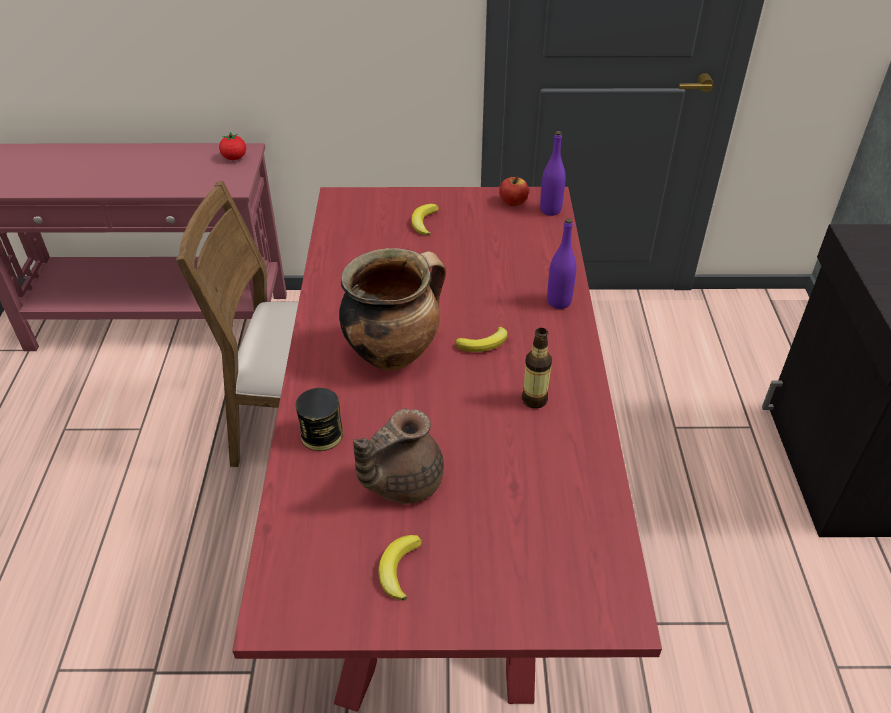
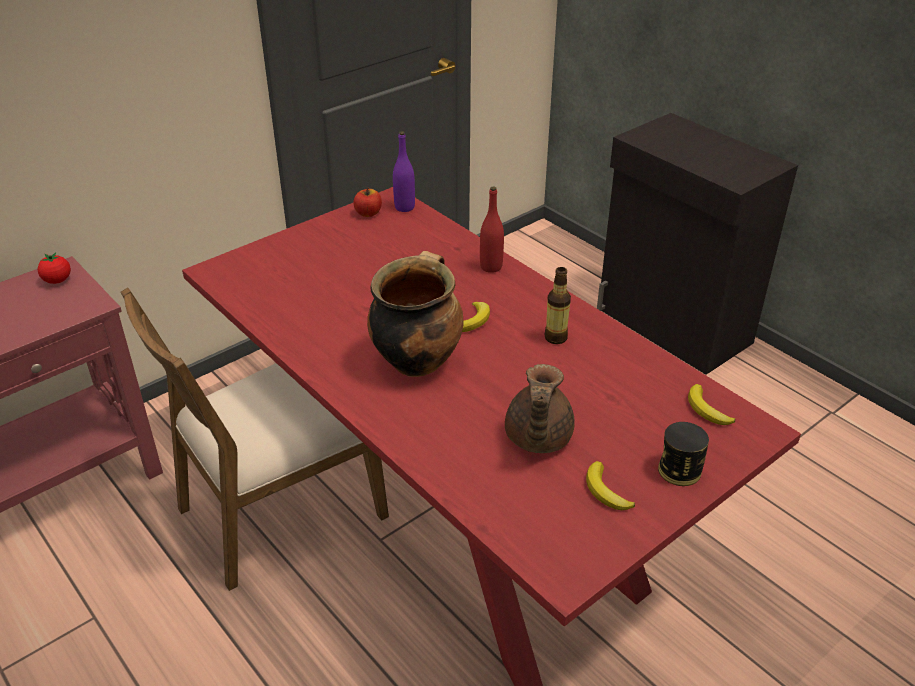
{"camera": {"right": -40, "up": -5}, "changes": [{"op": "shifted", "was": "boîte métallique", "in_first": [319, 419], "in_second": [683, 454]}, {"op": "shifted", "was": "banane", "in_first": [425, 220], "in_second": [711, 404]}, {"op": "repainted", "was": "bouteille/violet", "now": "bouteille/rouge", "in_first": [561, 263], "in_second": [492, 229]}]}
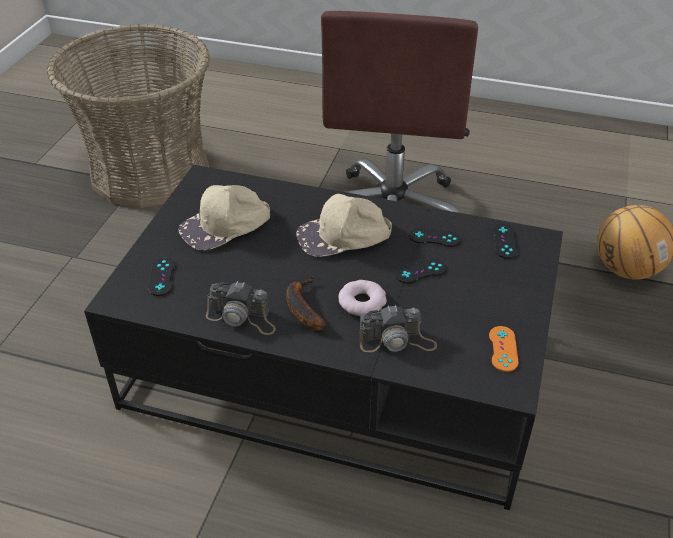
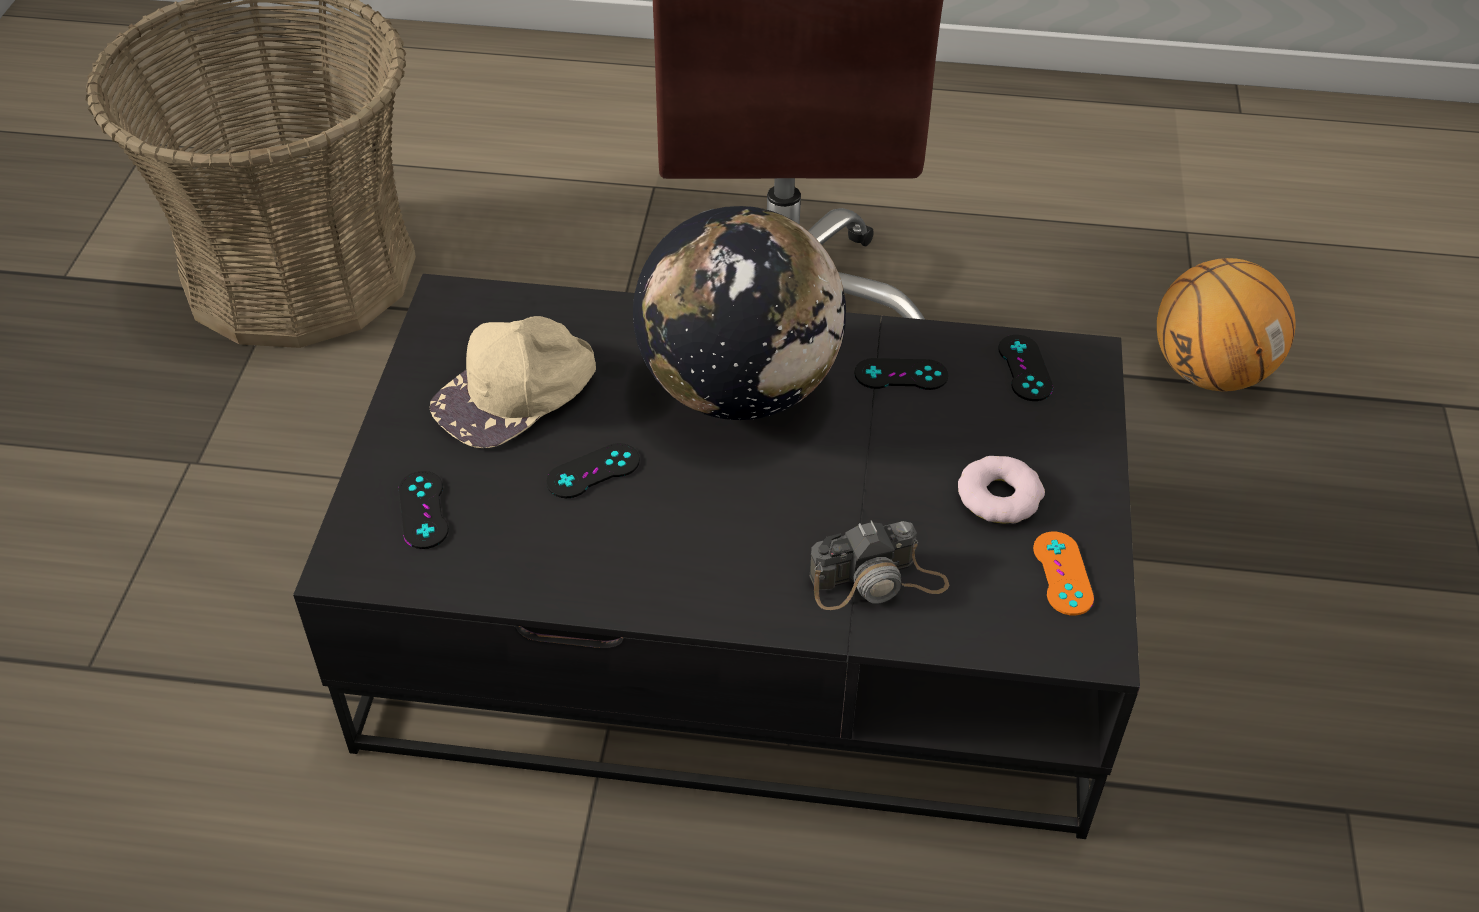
{"camera": {"right": -10, "up": 5}, "changes": [{"op": "gone", "was": "appareil photo", "in_first": [241, 308]}, {"op": "gone", "was": "banane", "in_first": [306, 303]}, {"op": "swapped", "was": "casquette/beige", "now": "globe", "in_first": [344, 225], "in_second": [739, 313]}, {"op": "shifted", "was": "beignet", "in_first": [362, 298], "in_second": [1001, 490]}, {"op": "shifted", "was": "manette/noir", "in_first": [421, 271], "in_second": [593, 470]}]}
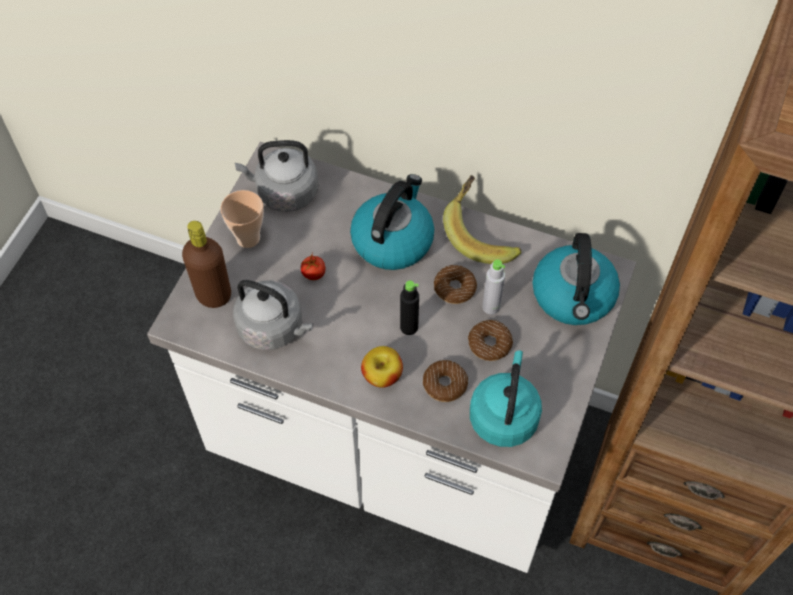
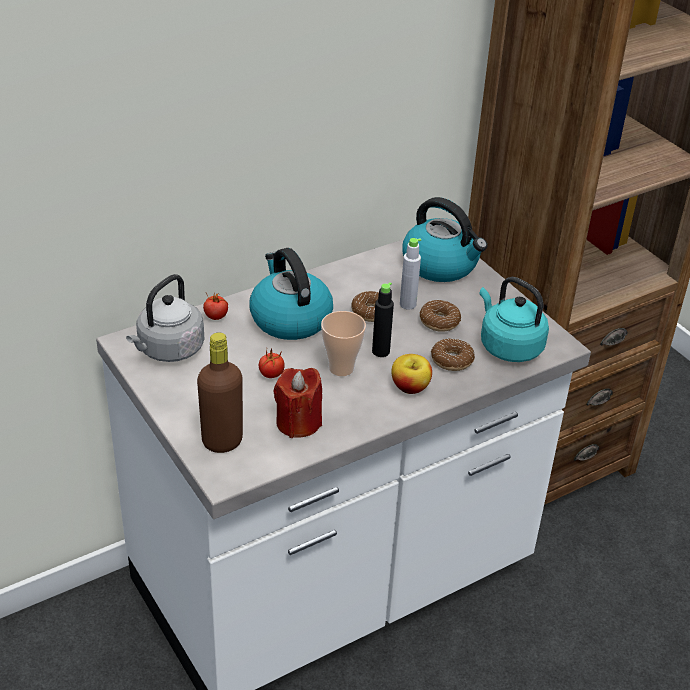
{"camera": {"right": -55, "up": -20}, "changes": [{"op": "shifted", "was": "tasse", "in_first": [242, 219], "in_second": [343, 343]}, {"op": "swapped", "was": "bouilloire/gris", "now": "bougie/rouge", "in_first": [273, 315], "in_second": [297, 403]}, {"op": "gone", "was": "banane", "in_first": [482, 219]}, {"op": "new", "now": "tomate", "in_second": [215, 306]}]}
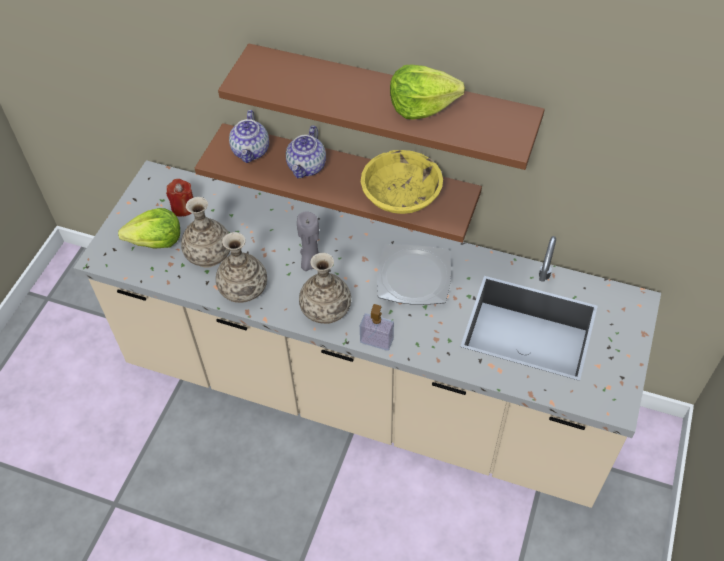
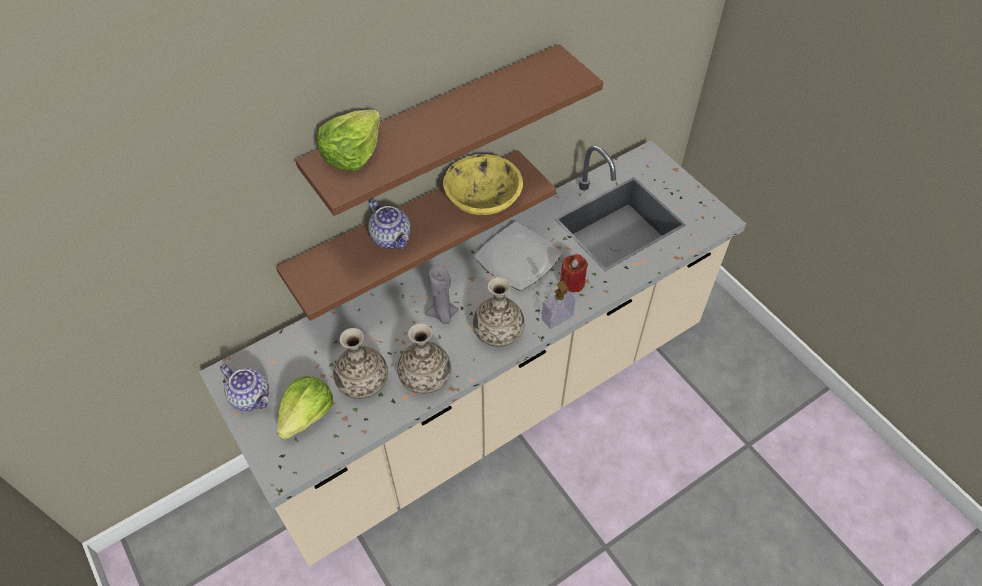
{"camera": {"right": -55, "up": 0}, "changes": [{"op": "shifted", "was": "bougie/rouge", "in_first": [179, 198], "in_second": [574, 273]}, {"op": "shifted", "was": "théière", "in_first": [249, 136], "in_second": [244, 387]}, {"op": "shifted", "was": "laitue", "in_first": [427, 92], "in_second": [349, 140]}]}
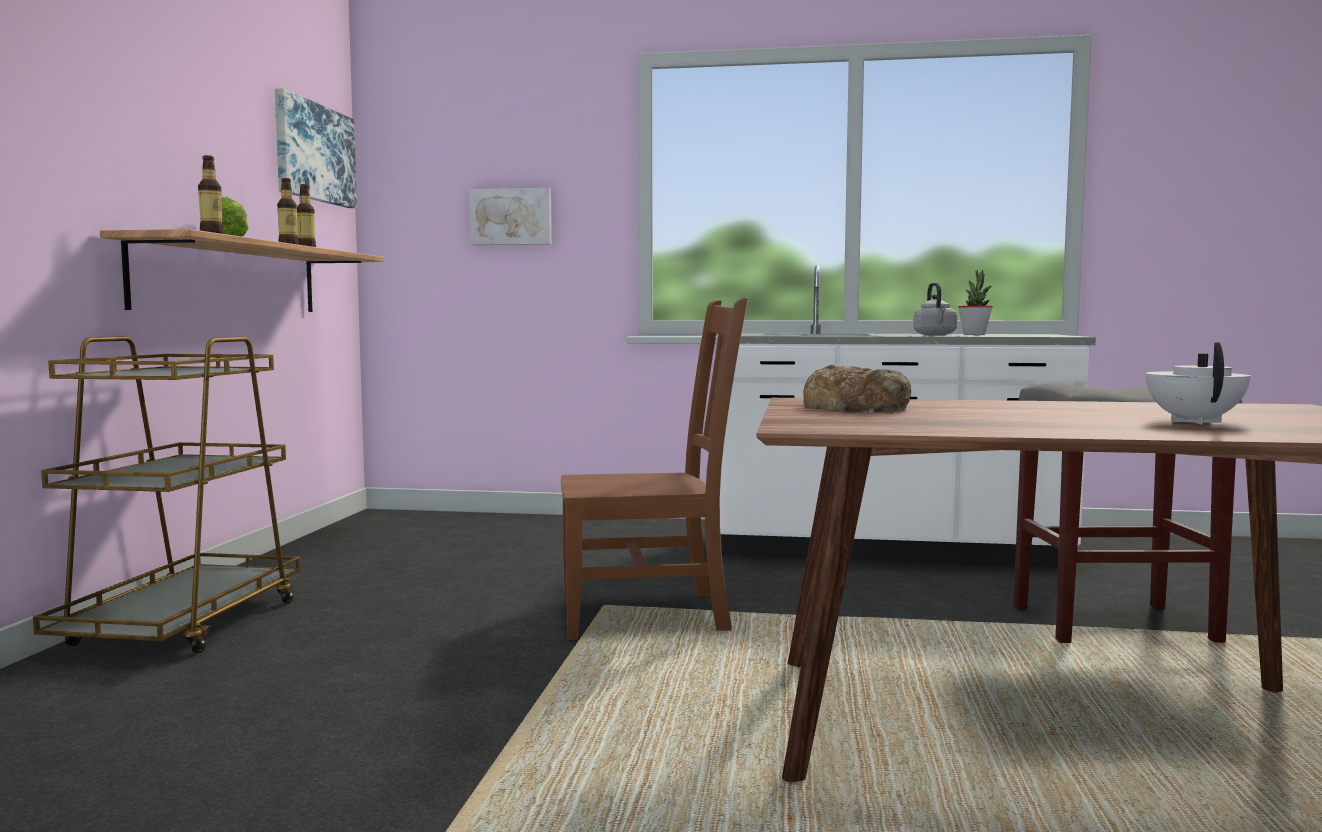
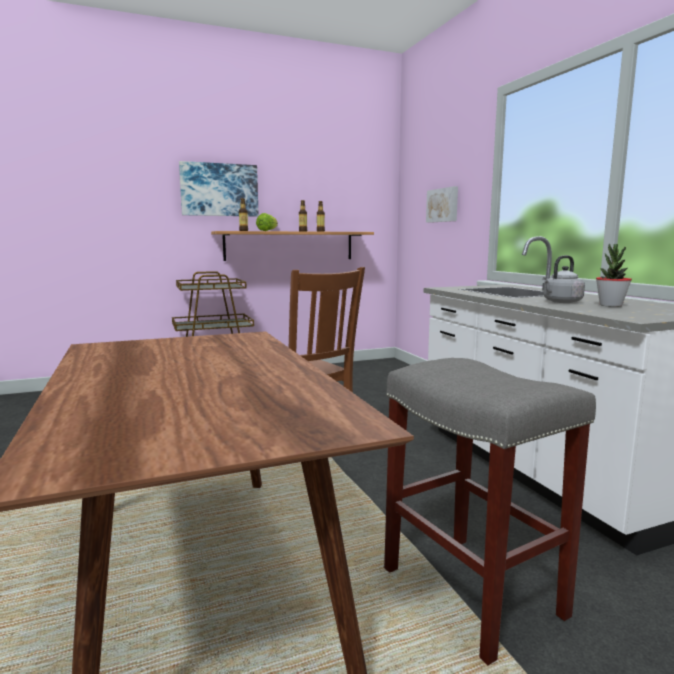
{"camera": {"right": 60, "up": 5}, "changes": [{"op": "shifted", "was": "tableau", "in_first": [316, 148], "in_second": [219, 189]}, {"op": "gone", "was": "pain", "in_first": [857, 389]}, {"op": "gone", "was": "théière/blanc", "in_first": [1198, 383]}]}
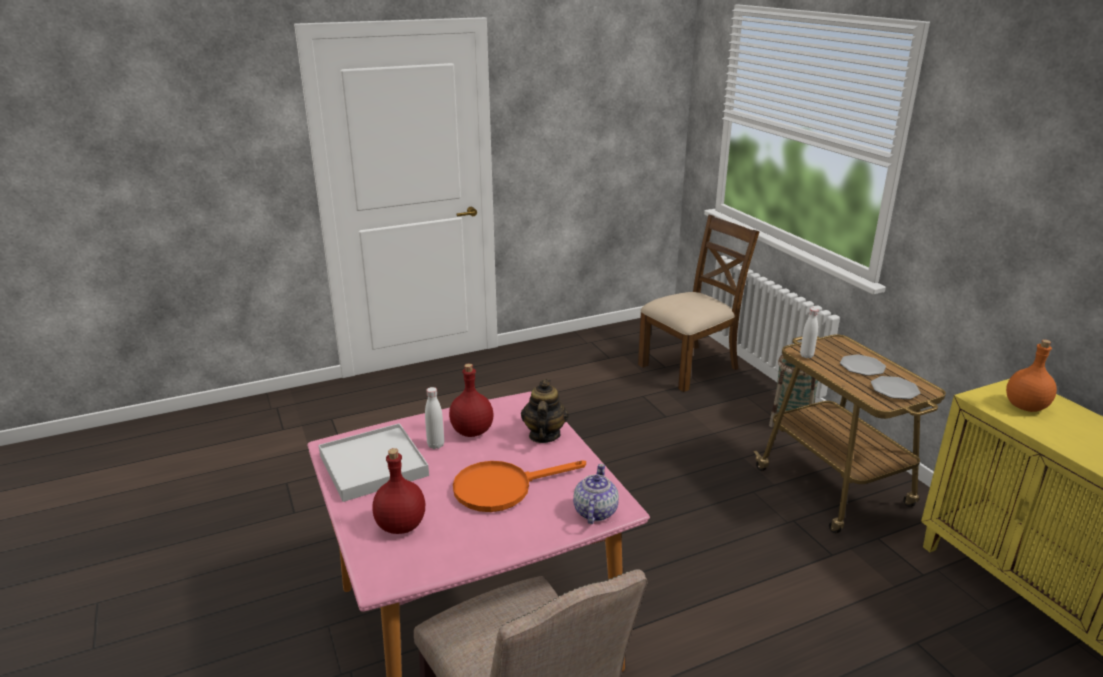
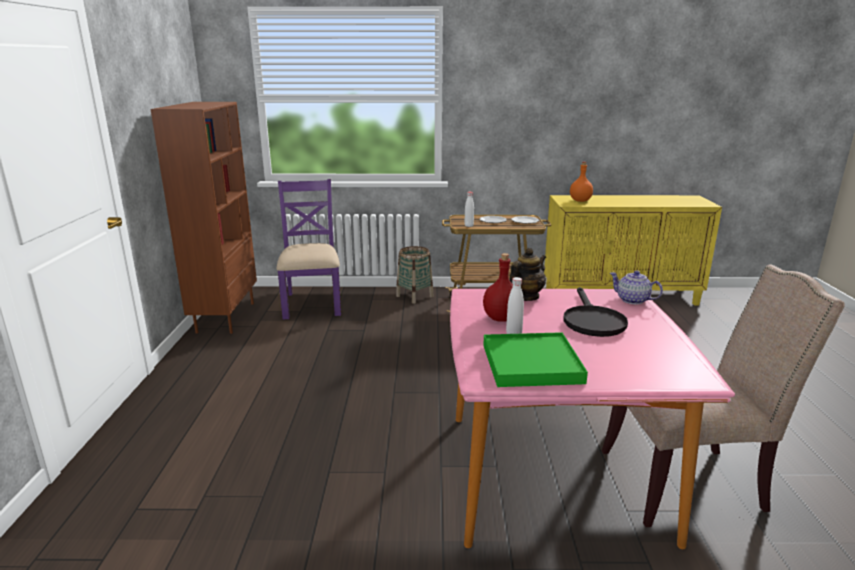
{"camera": {"right": -65, "up": -5}, "changes": [{"op": "repainted", "was": "plateau/blanc", "now": "plateau/vert", "in_first": [374, 462], "in_second": [535, 359]}, {"op": "gone", "was": "bouteille/rouge", "in_first": [398, 491]}, {"op": "repainted", "was": "poêle/orange", "now": "poêle/noir", "in_first": [519, 486], "in_second": [596, 312]}, {"op": "rotated", "was": "théière", "in_first": [545, 411], "in_second": [528, 274], "clockwise": 105}, {"op": "repainted", "was": "chaise/marron", "now": "chaise/violet", "in_first": [698, 303], "in_second": [308, 249]}, {"op": "new", "now": "bibliothèque/marron", "in_second": [203, 218]}]}
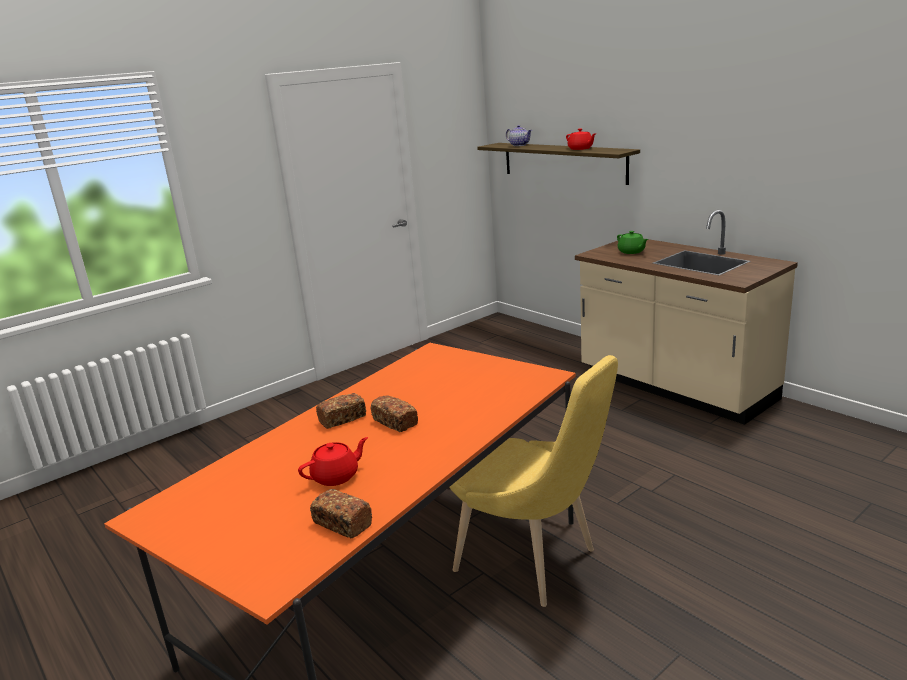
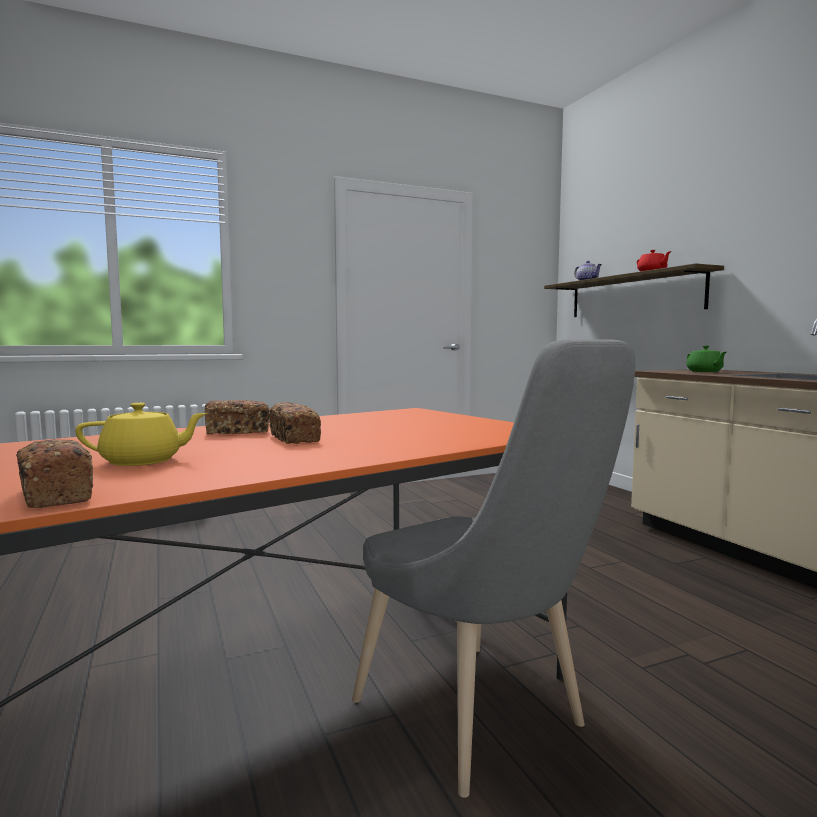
{"camera": {"right": 15, "up": -15}, "changes": [{"op": "repainted", "was": "théière/rouge", "now": "théière/jaune", "in_first": [333, 461], "in_second": [141, 434]}, {"op": "repainted", "was": "chaise/jaune", "now": "chaise/gris", "in_first": [534, 481], "in_second": [494, 568]}]}
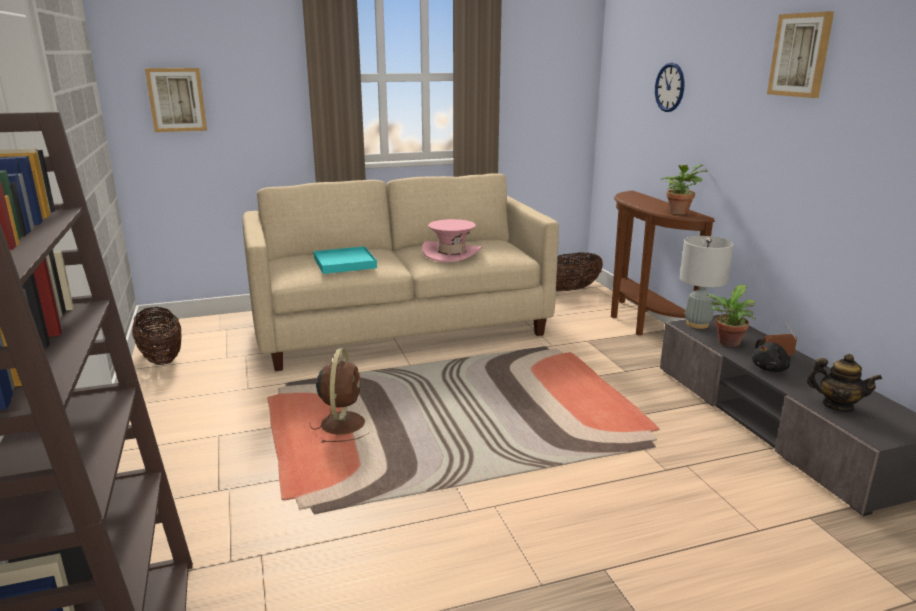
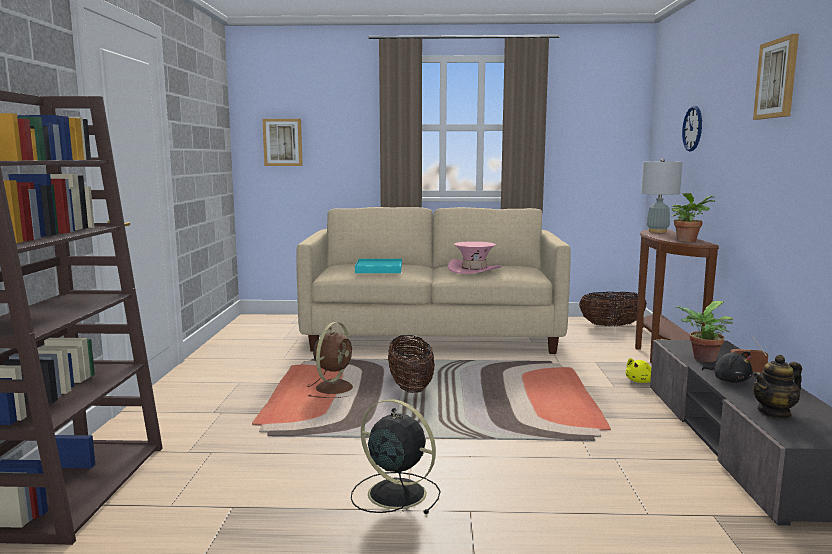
{"camera": {"right": 20, "up": -10}, "changes": [{"op": "shifted", "was": "panier", "in_first": [157, 336], "in_second": [411, 364]}, {"op": "shifted", "was": "lampe de table/gris", "in_first": [707, 282], "in_second": [661, 196]}, {"op": "rotated", "was": "peluche/noir", "in_first": [771, 355], "in_second": [727, 367], "clockwise": -120}, {"op": "rotated", "was": "théière", "in_first": [844, 383], "in_second": [777, 386], "clockwise": 105}, {"op": "new", "now": "ventilateur/noir", "in_second": [396, 456]}, {"op": "new", "now": "peluche/jaune", "in_second": [638, 370]}]}
